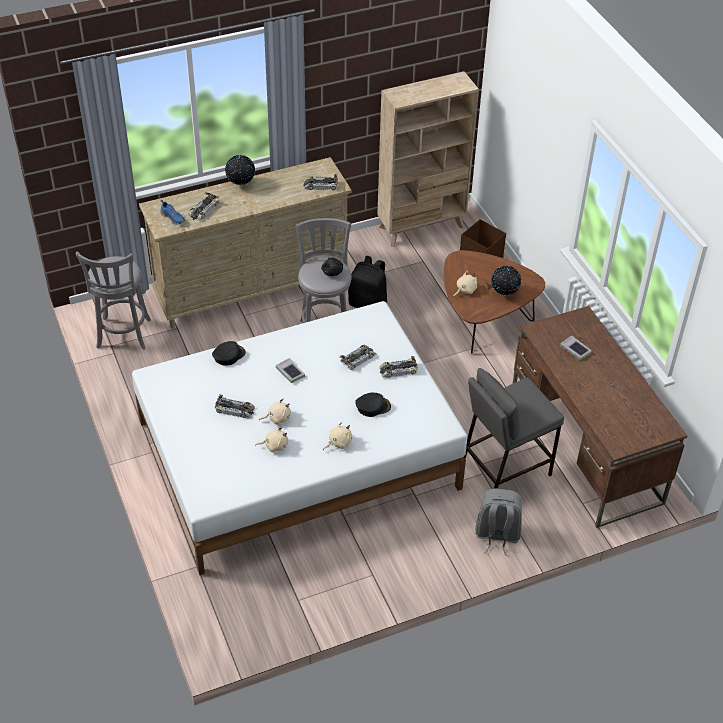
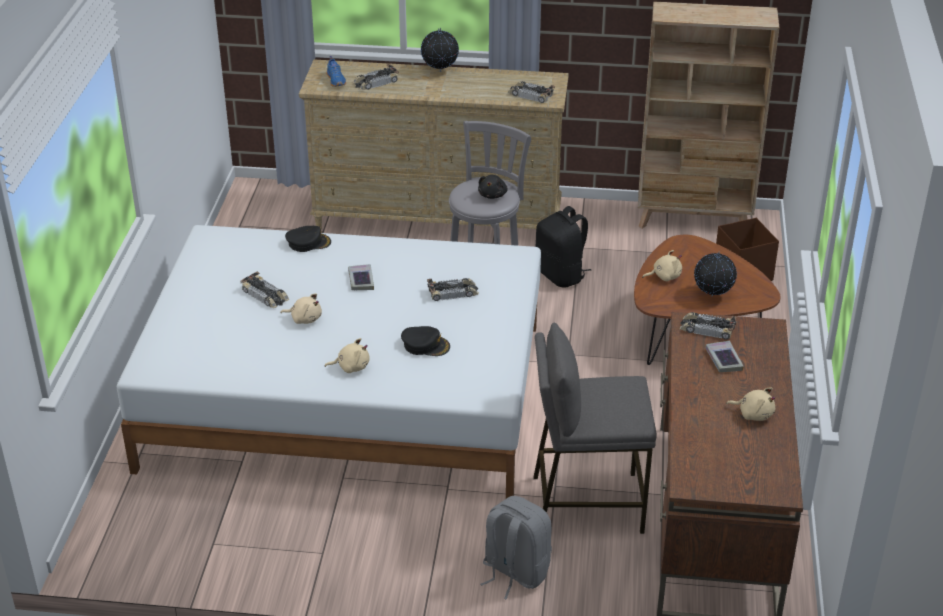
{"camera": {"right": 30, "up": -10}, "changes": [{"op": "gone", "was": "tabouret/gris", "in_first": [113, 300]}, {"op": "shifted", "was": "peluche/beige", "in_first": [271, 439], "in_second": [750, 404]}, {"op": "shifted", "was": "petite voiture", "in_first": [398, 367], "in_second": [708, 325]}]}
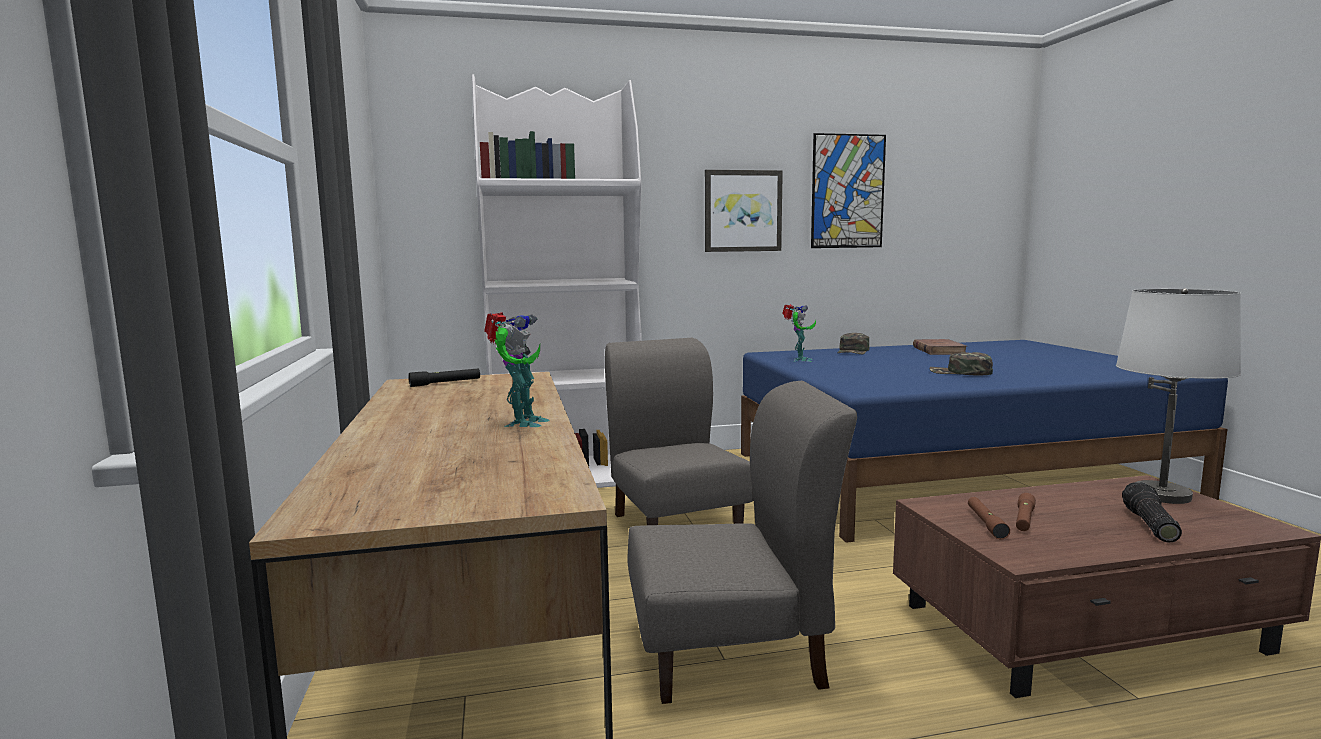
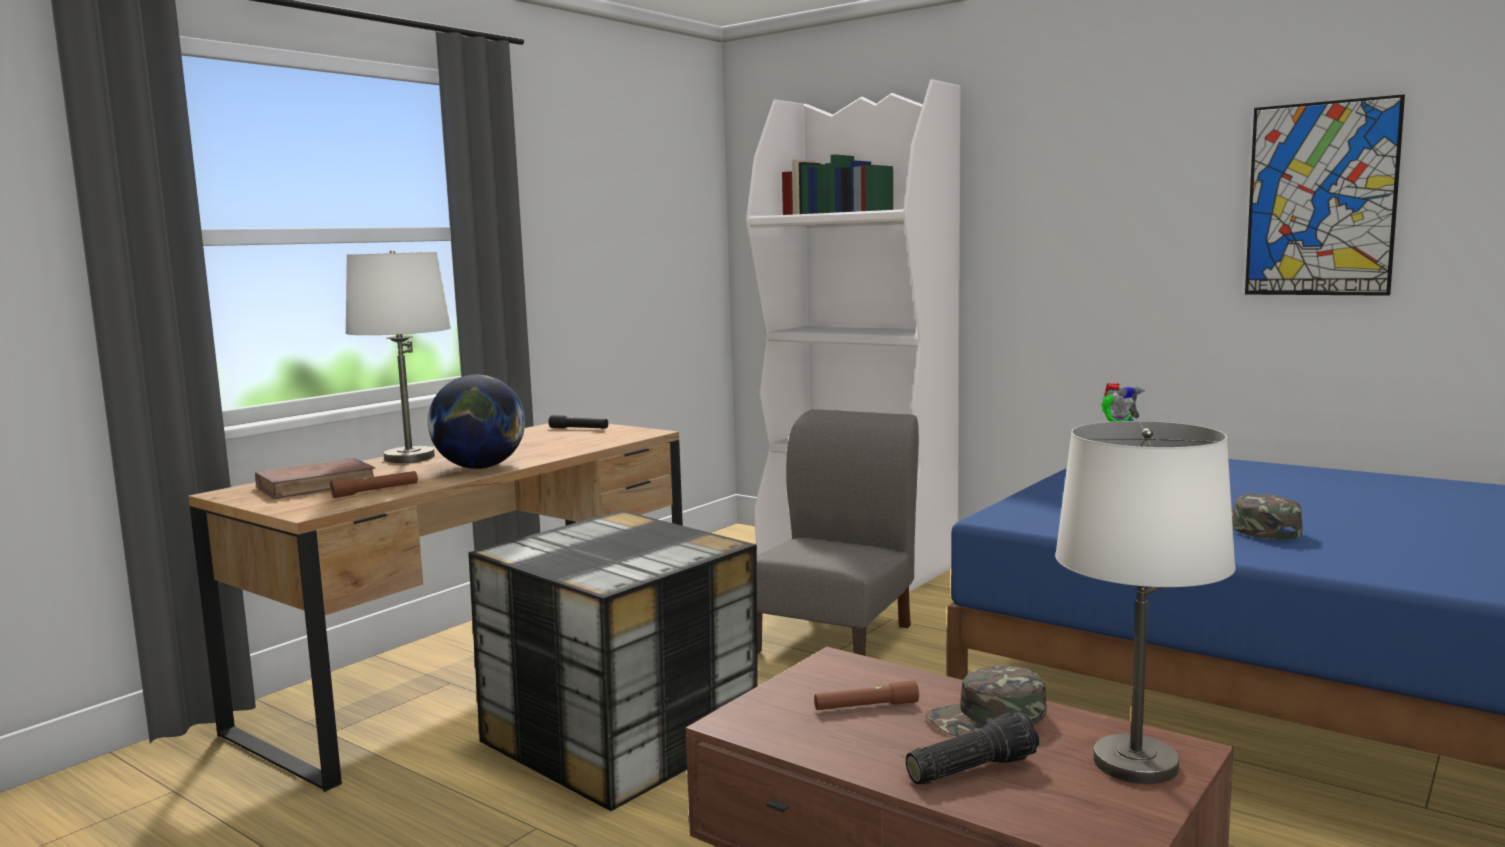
{"camera": {"right": 50, "up": 0}, "changes": [{"op": "swapped", "was": "robot jouet", "now": "globe", "in_first": [516, 369], "in_second": [476, 421]}, {"op": "swapped", "was": "chaise/gris", "now": "boîte de rangement", "in_first": [742, 542], "in_second": [613, 660]}, {"op": "gone", "was": "tableau", "in_first": [744, 211]}, {"op": "shifted", "was": "casquette/vert", "in_first": [853, 343], "in_second": [986, 701]}, {"op": "shifted", "was": "livre/marron", "in_first": [940, 347], "in_second": [315, 478]}, {"op": "shifted", "was": "lampe de poche/marron", "in_first": [989, 518], "in_second": [374, 484]}, {"op": "new", "now": "lampe de table/blanc", "in_second": [398, 356]}]}
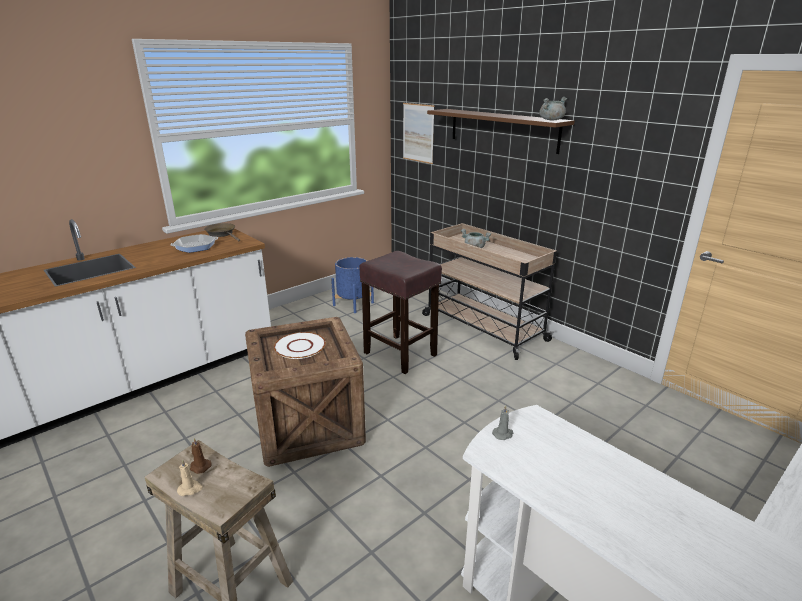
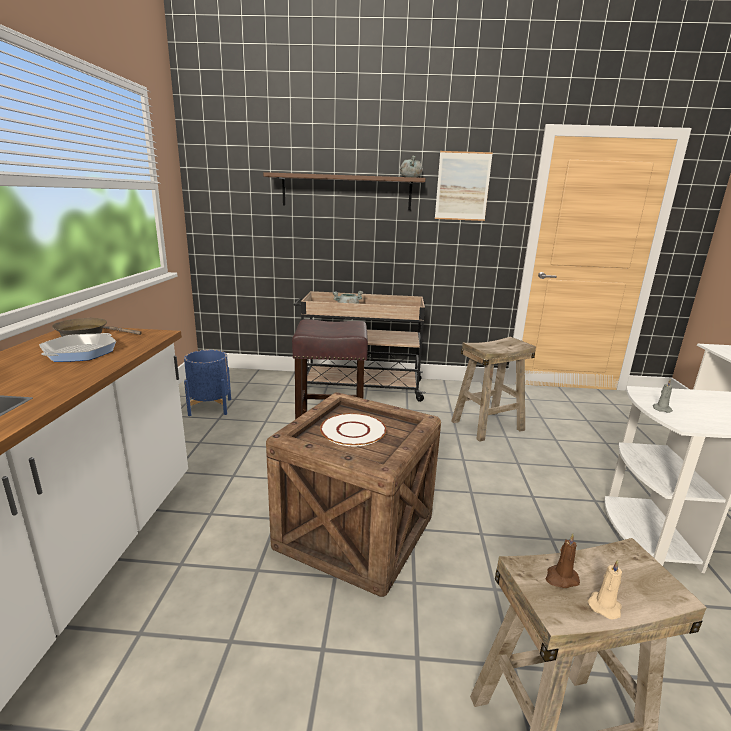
{"camera": {"right": -45, "up": -5}, "changes": [{"op": "shifted", "was": "tableau", "in_first": [419, 133], "in_second": [464, 186]}, {"op": "new", "now": "tabouret/beige", "in_second": [493, 389]}]}
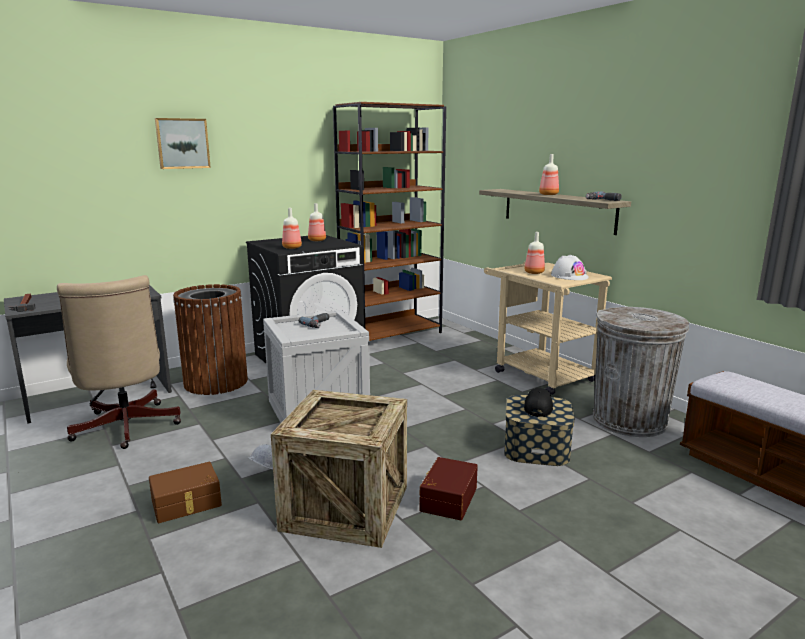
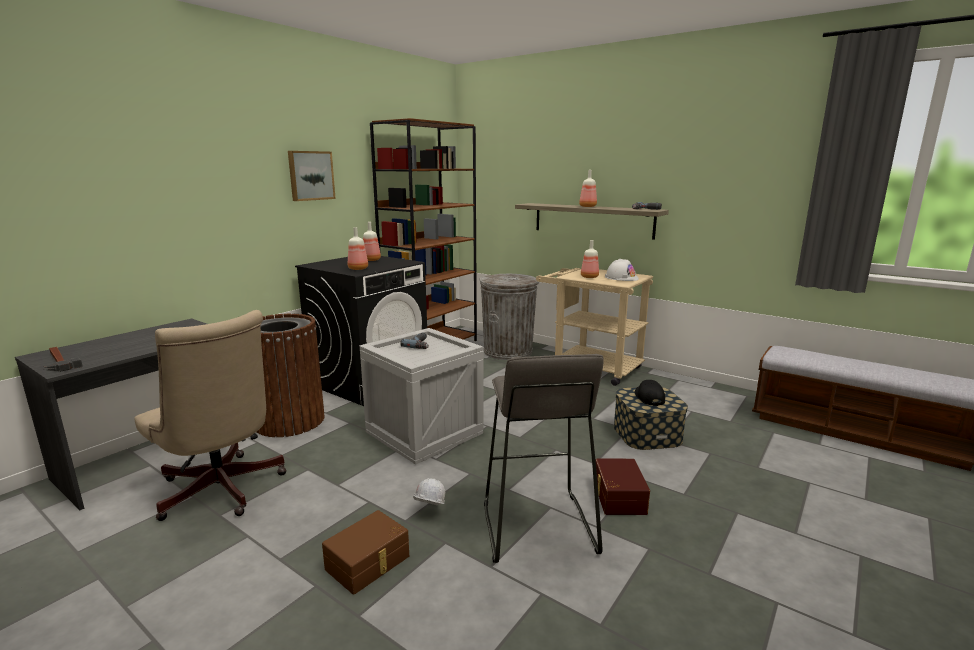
{"camera": {"right": -20, "up": 0}, "changes": [{"op": "shifted", "was": "tableau", "in_first": [183, 143], "in_second": [312, 176]}, {"op": "swapped", "was": "caisse", "now": "tabouret/gris", "in_first": [339, 469], "in_second": [544, 458]}, {"op": "shifted", "was": "poubelle/gris", "in_first": [641, 372], "in_second": [509, 317]}]}
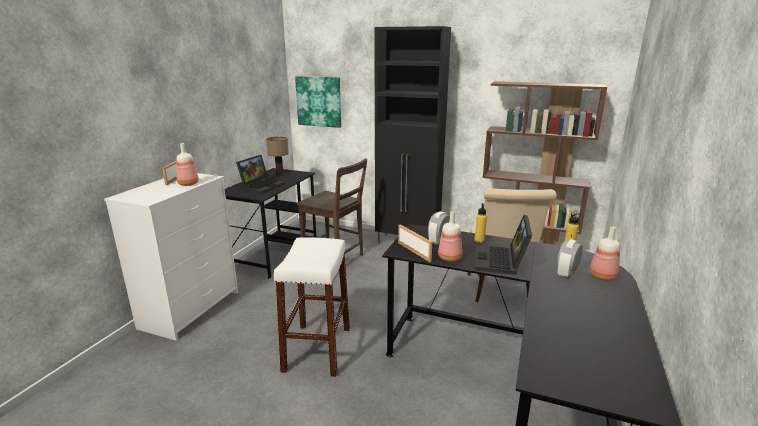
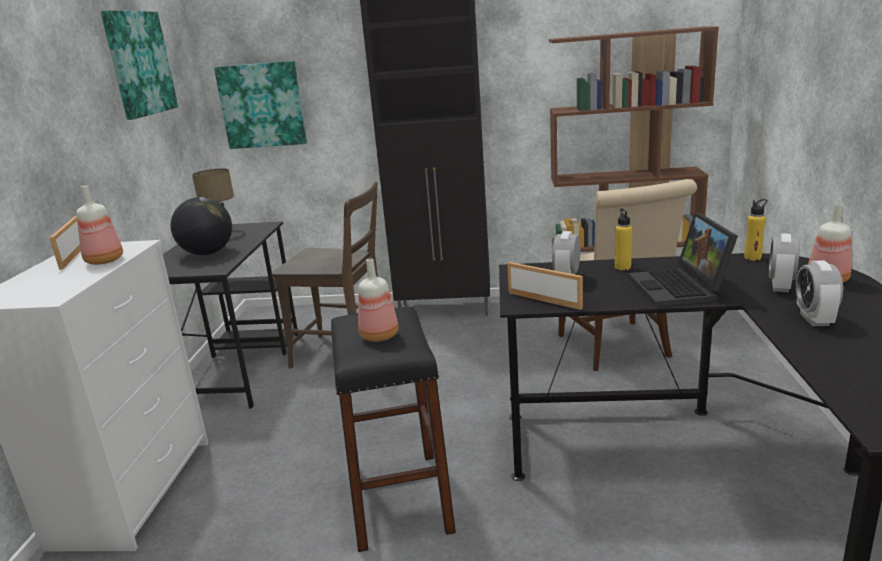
{"camera": {"right": -15, "up": 0}, "changes": [{"op": "swapped", "was": "ordinateur portable", "now": "globe", "in_first": [260, 174], "in_second": [201, 226]}, {"op": "repainted", "was": "tabouret/blanc", "now": "tabouret/noir", "in_first": [312, 307], "in_second": [393, 429]}, {"op": "shifted", "was": "bouteille", "in_first": [450, 236], "in_second": [378, 300]}, {"op": "new", "now": "tableau", "in_second": [139, 65]}, {"op": "new", "now": "réveil", "in_second": [819, 293]}]}
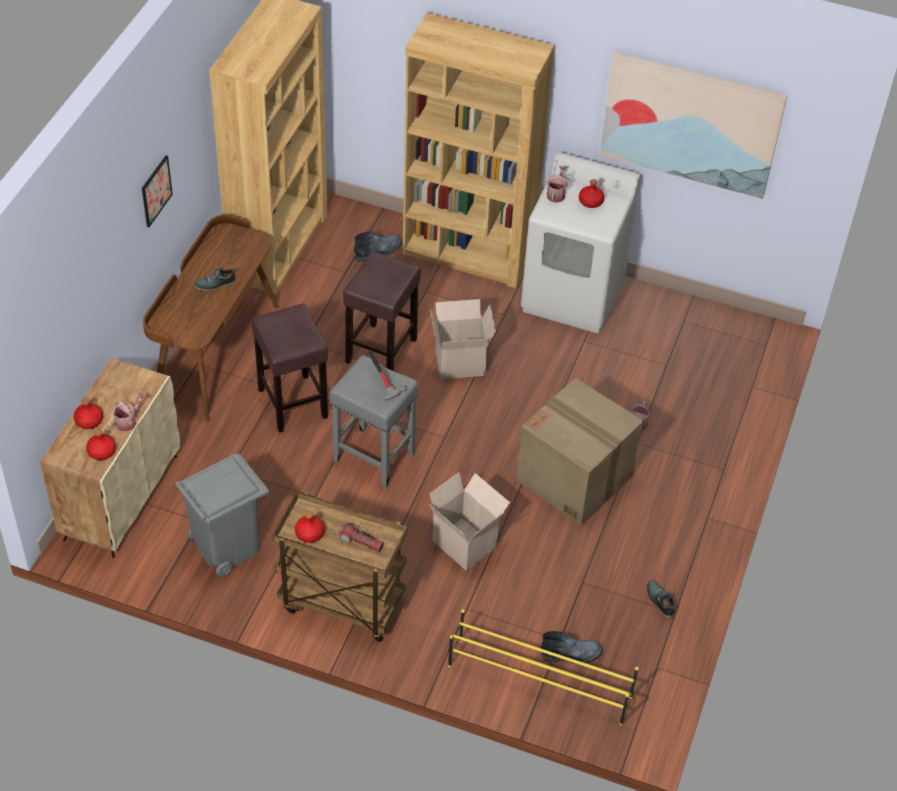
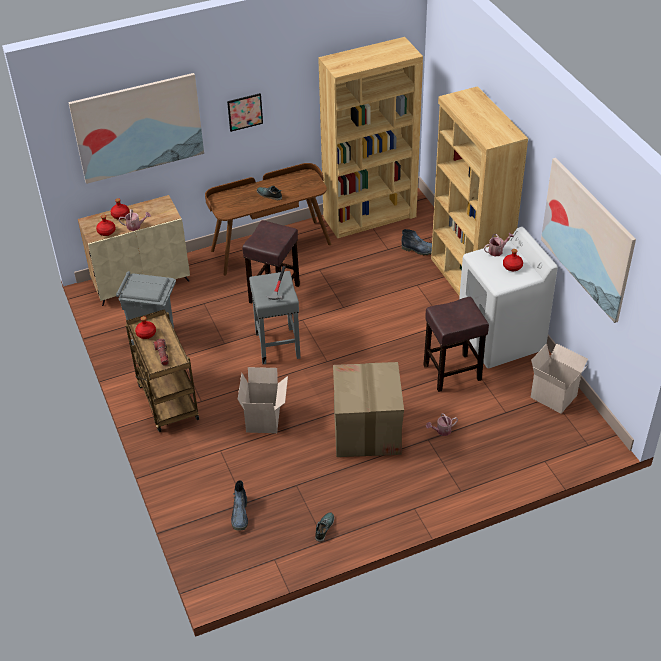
{"camera": {"right": 50, "up": -5}, "changes": [{"op": "shifted", "was": "tabouret/marron", "in_first": [382, 311], "in_second": [456, 344]}, {"op": "shifted", "was": "carton", "in_first": [463, 339], "in_second": [560, 379]}, {"op": "gone", "was": "étagère à chaussures/jaune", "in_first": [543, 667]}, {"op": "rotated", "was": "botte", "in_first": [572, 647], "in_second": [239, 505], "clockwise": 45}, {"op": "new", "now": "tableau", "in_second": [136, 128]}]}
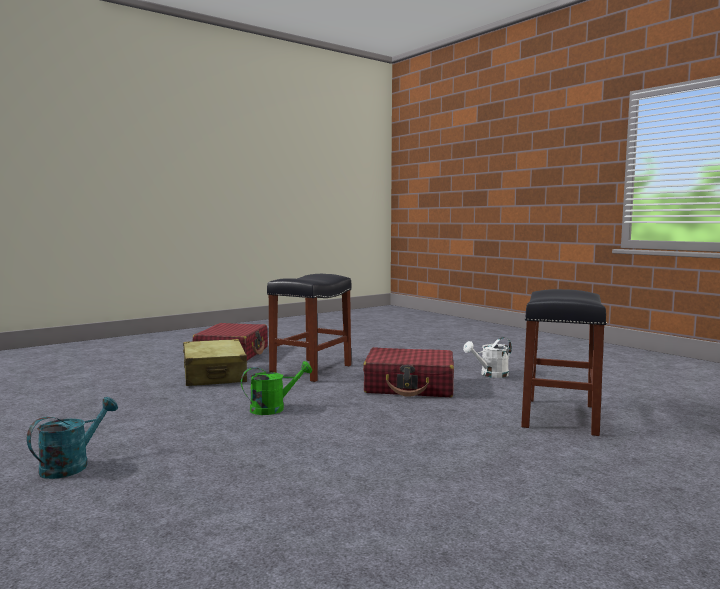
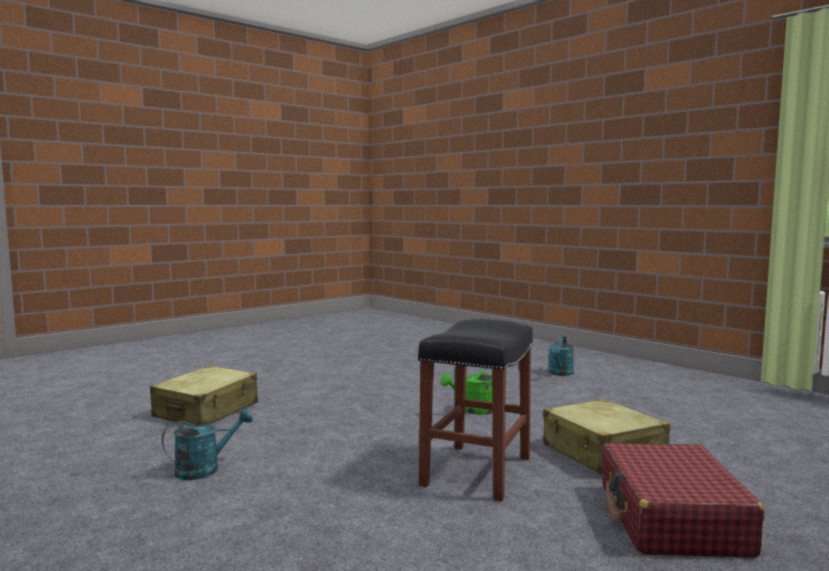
{"camera": {"right": 175, "up": 0}, "changes": [{"op": "gone", "was": "valise/rouge", "in_first": [408, 372]}, {"op": "repainted", "was": "arrosoir/blanc", "now": "arrosoir/turquoise", "in_first": [487, 357], "in_second": [207, 444]}, {"op": "swapped", "was": "tabouret/noir", "now": "valise/beige", "in_first": [564, 362], "in_second": [204, 395]}]}
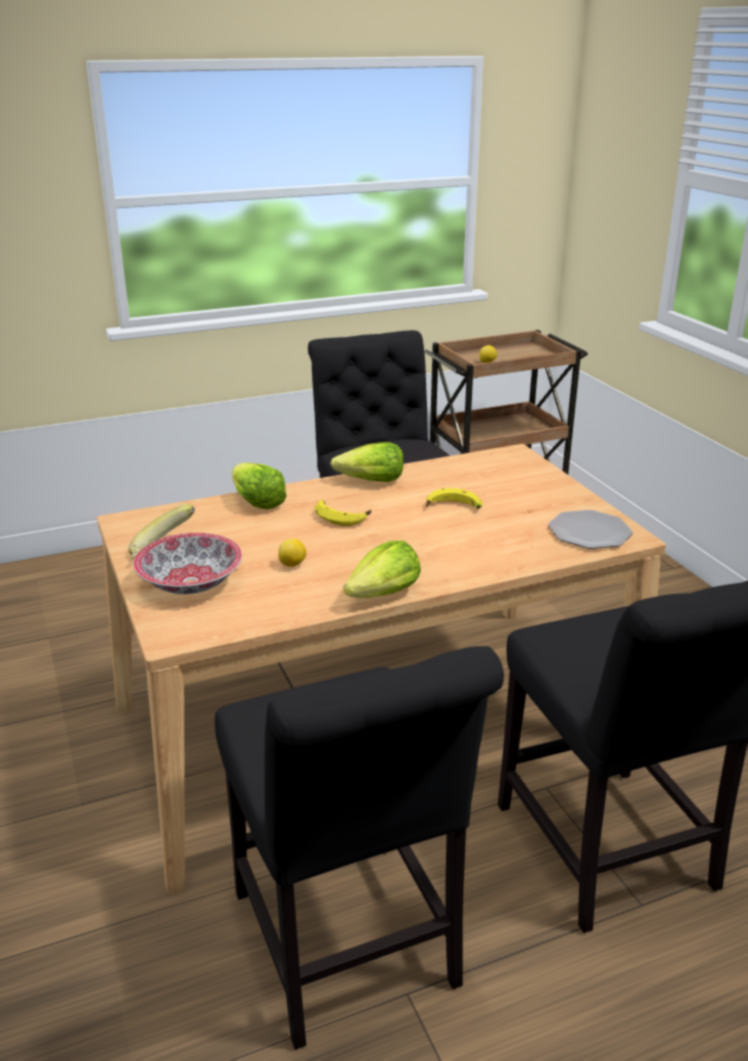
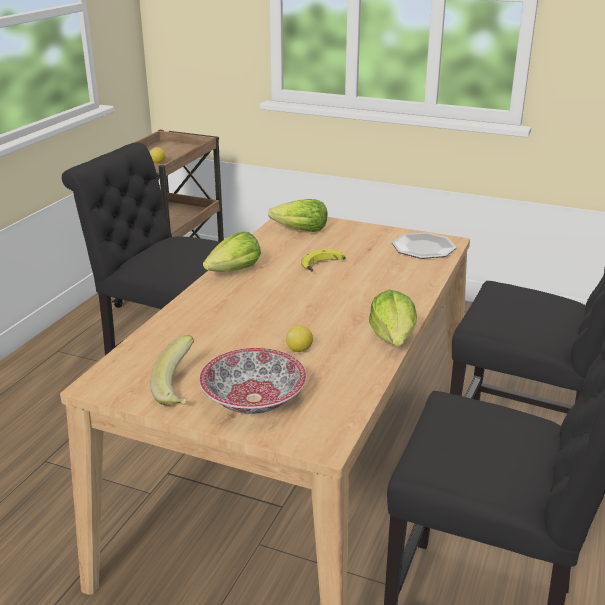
{"camera": {"right": -45, "up": 0}, "changes": [{"op": "shifted", "was": "laitue", "in_first": [259, 486], "in_second": [297, 215]}, {"op": "gone", "was": "banane", "in_first": [342, 513]}]}
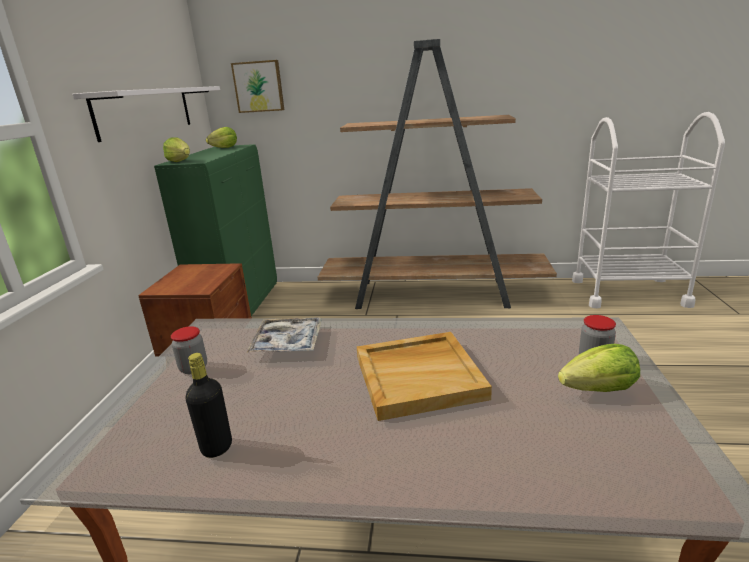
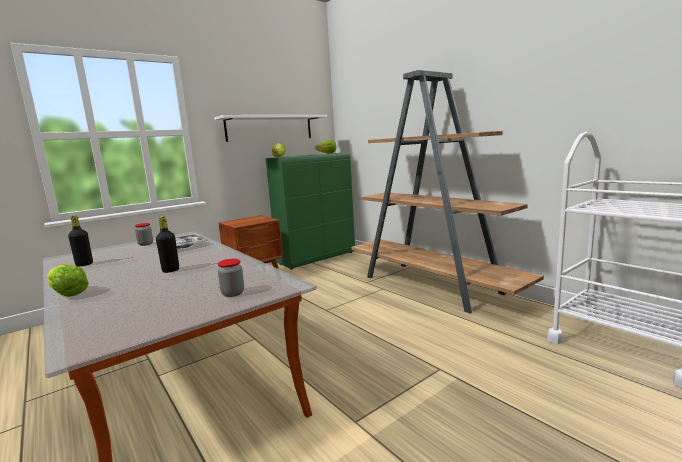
{"camera": {"right": 45, "up": -10}, "changes": [{"op": "gone", "was": "tableau", "in_first": [257, 86]}, {"op": "swapped", "was": "plateau/beige", "now": "bouteille/noir", "in_first": [424, 376], "in_second": [167, 244]}, {"op": "shifted", "was": "laitue", "in_first": [599, 368], "in_second": [68, 280]}]}
